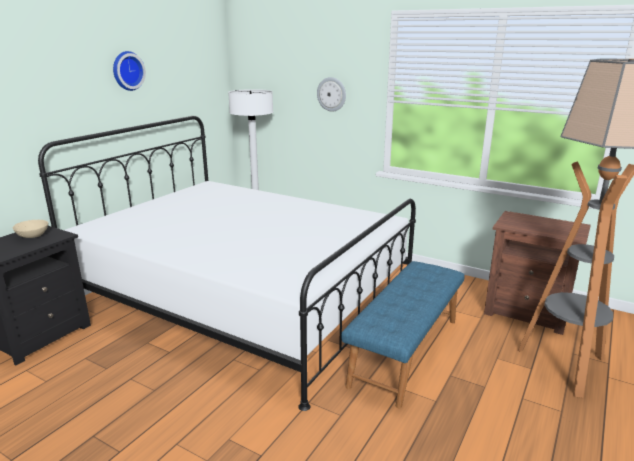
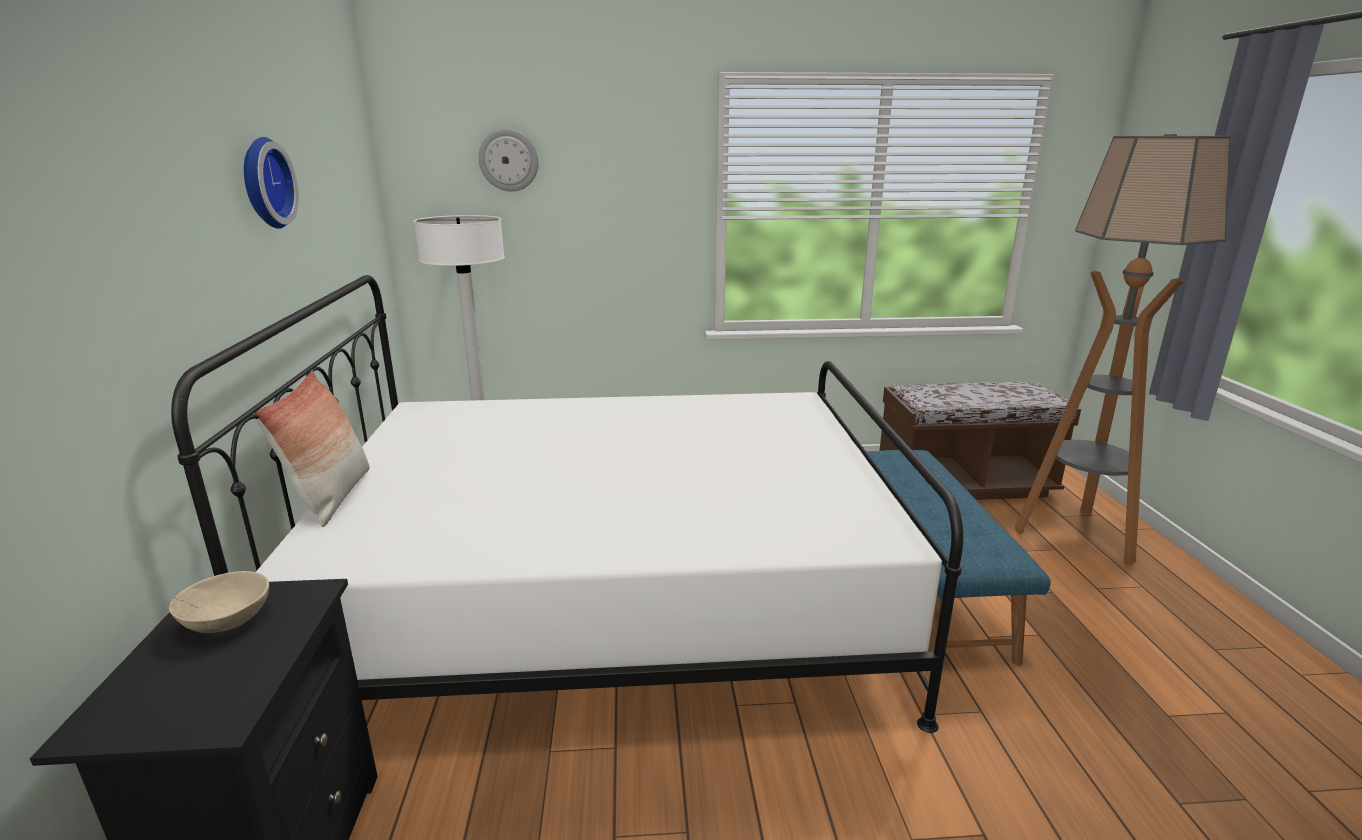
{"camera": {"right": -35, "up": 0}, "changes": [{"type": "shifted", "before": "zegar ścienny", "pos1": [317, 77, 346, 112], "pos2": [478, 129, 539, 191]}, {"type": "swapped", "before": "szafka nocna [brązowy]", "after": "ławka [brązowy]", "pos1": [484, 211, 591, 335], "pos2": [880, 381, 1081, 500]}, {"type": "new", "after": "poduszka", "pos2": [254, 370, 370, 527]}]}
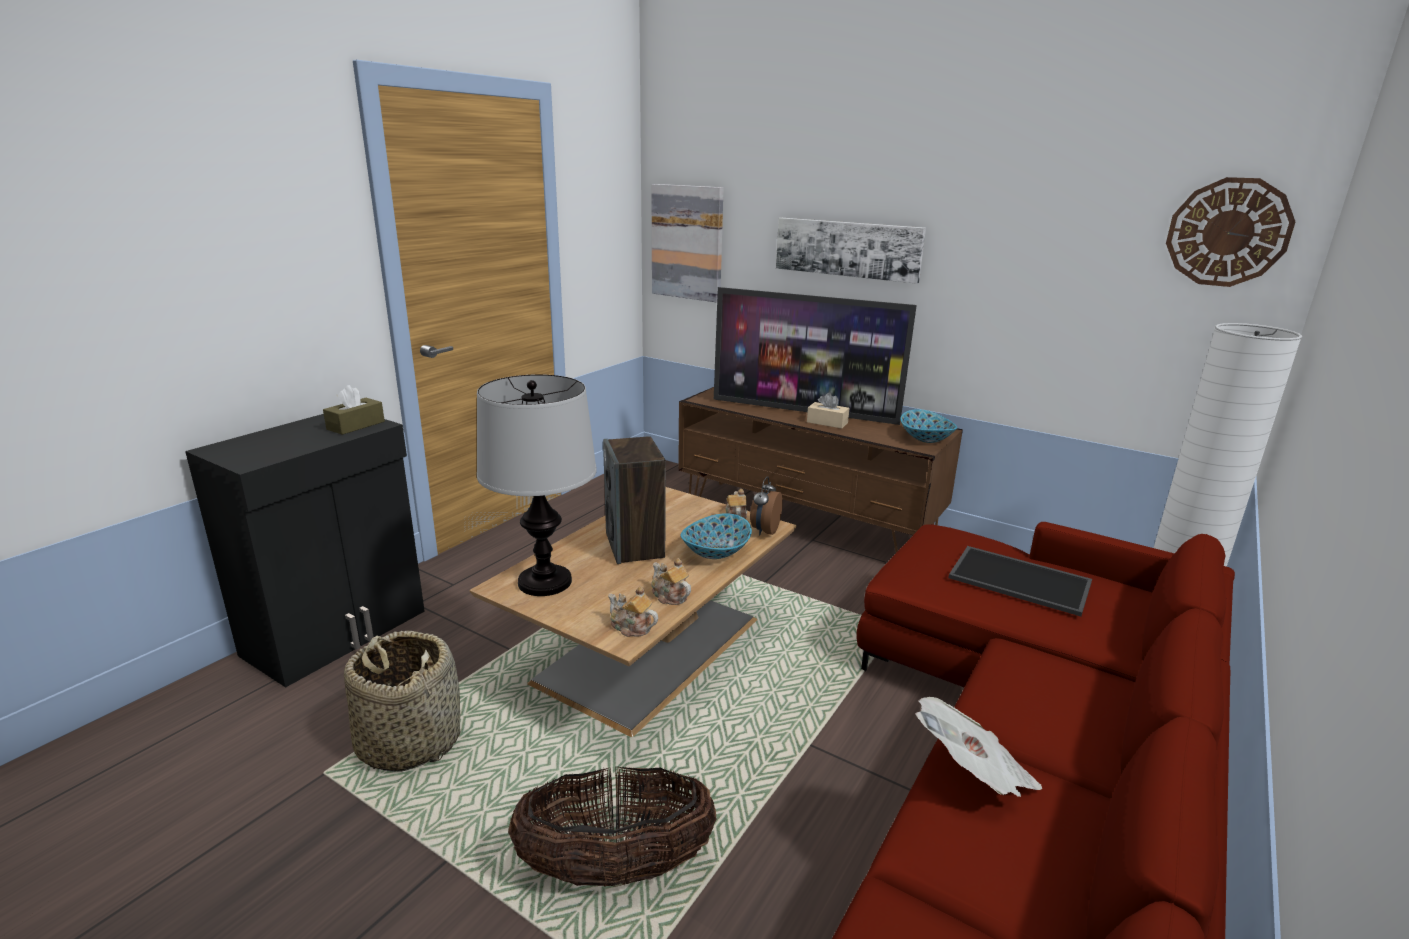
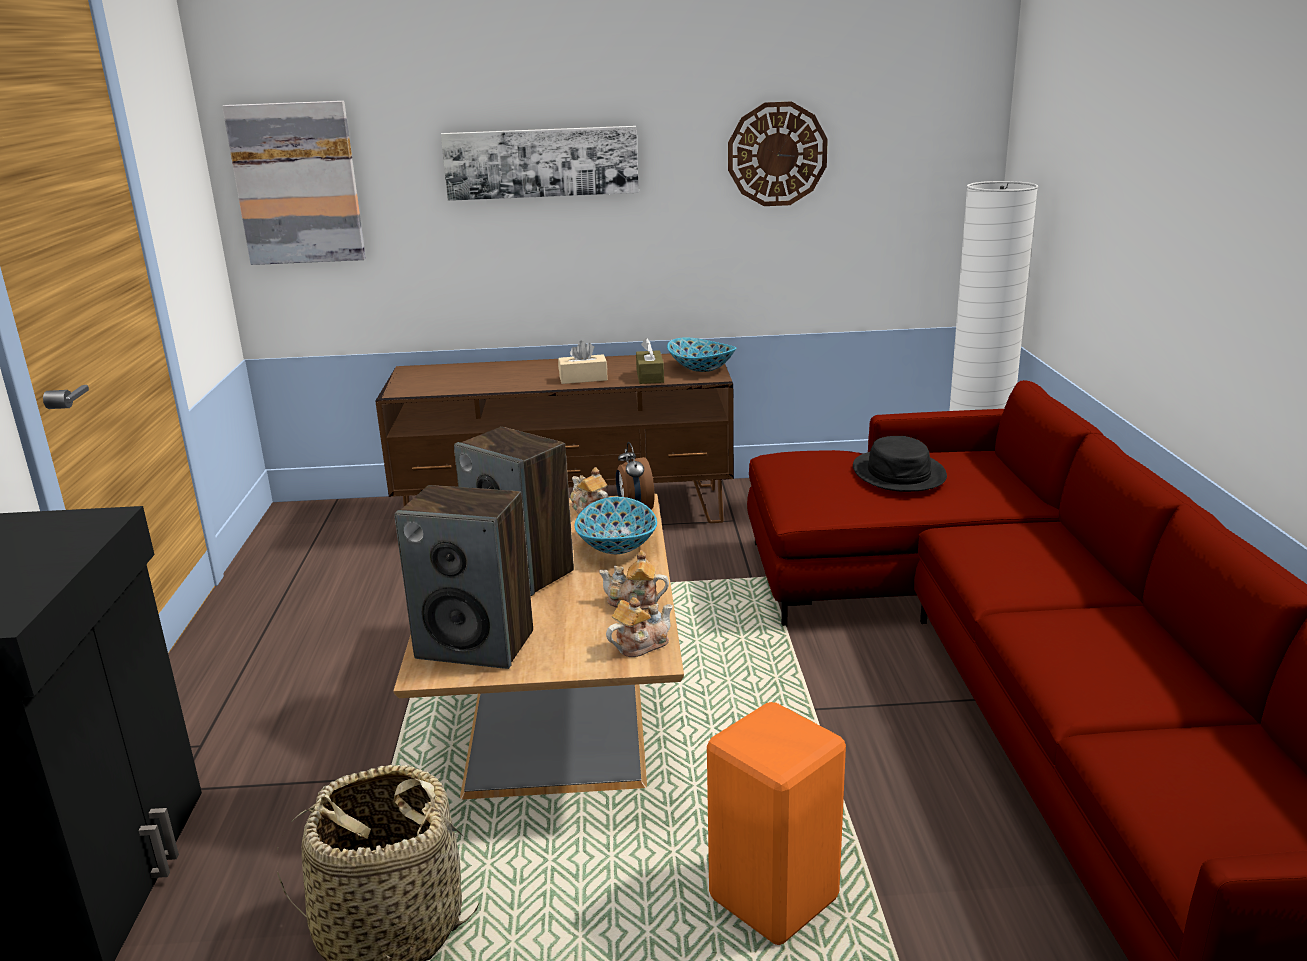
{"camera": {"right": -35, "up": 0}, "changes": [{"type": "shifted", "before": "pudełko chusteczek [brązowy]", "pos1": [323, 385, 385, 435], "pos2": [636, 338, 664, 384]}, {"type": "swapped", "before": "lampa stołowa", "after": "głośnik", "pos1": [477, 374, 597, 596], "pos2": [395, 485, 533, 669]}, {"type": "swapped", "before": "koszyk", "after": "stołek [pomarańczowy]", "pos1": [508, 766, 717, 887], "pos2": [707, 702, 846, 945]}, {"type": "rotated", "before": "imbryk", "pos1": [608, 586, 658, 637], "pos2": [606, 597, 673, 657], "turn": 150}, {"type": "gone", "before": "telewizor", "pos1": [714, 287, 917, 425]}, {"type": "gone", "before": "gazeta", "pos1": [915, 697, 1042, 797]}, {"type": "swapped", "before": "taca", "after": "kapelusz [czarny]", "pos1": [948, 546, 1092, 616], "pos2": [853, 436, 947, 492]}, {"type": "shifted", "before": "zegar ścienny", "pos1": [1166, 177, 1295, 287], "pos2": [728, 101, 828, 206]}]}
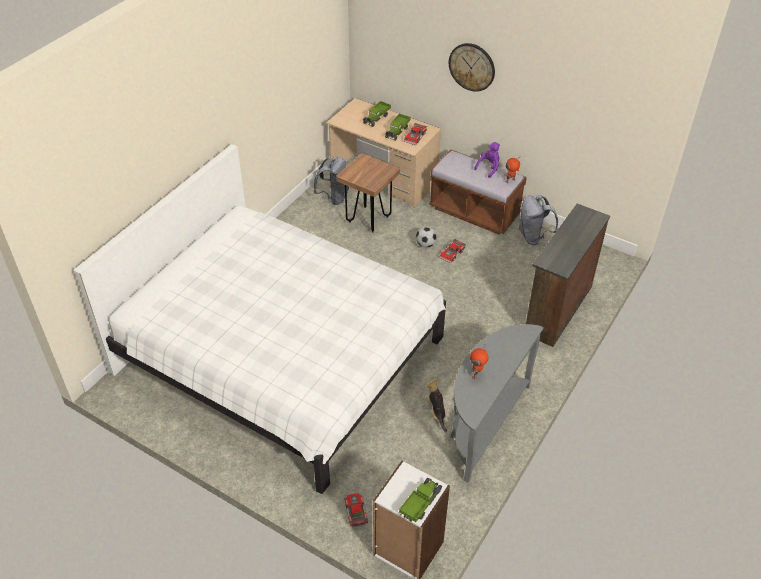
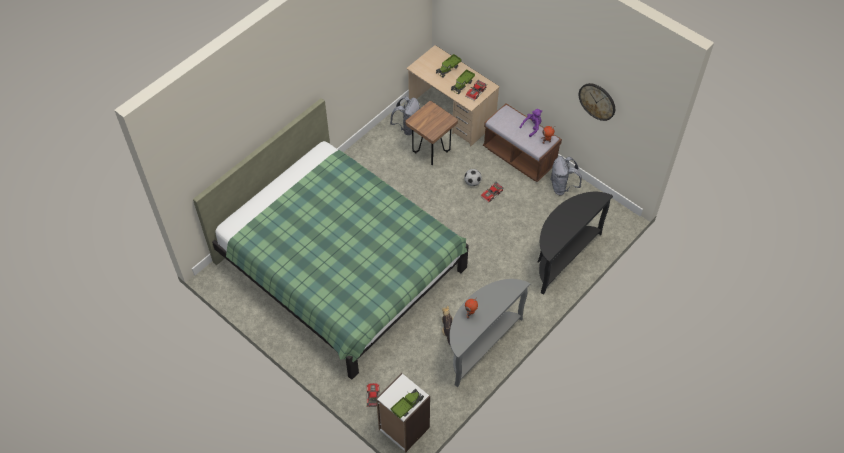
{"camera": {"right": 10, "up": 10}, "changes": [{"type": "repainted", "before": "łóżko [biały]", "after": "łóżko [zielony]", "pos1": [74, 144, 446, 494], "pos2": [193, 98, 469, 380]}, {"type": "shifted", "before": "zegar ścienny", "pos1": [449, 43, 495, 92], "pos2": [579, 83, 615, 121]}, {"type": "swapped", "before": "komoda [brązowy]", "after": "stolik konsolowy [czarny]", "pos1": [526, 204, 610, 347], "pos2": [537, 192, 613, 295]}]}
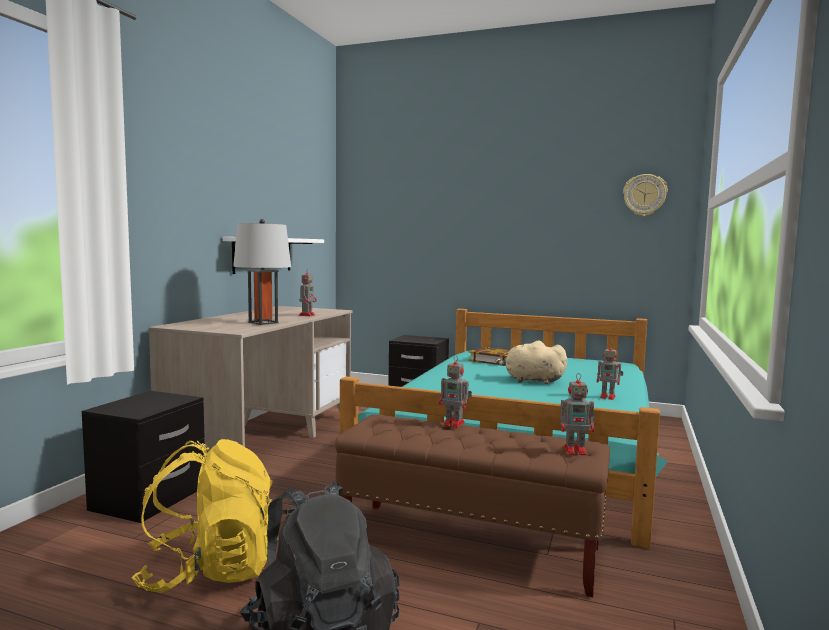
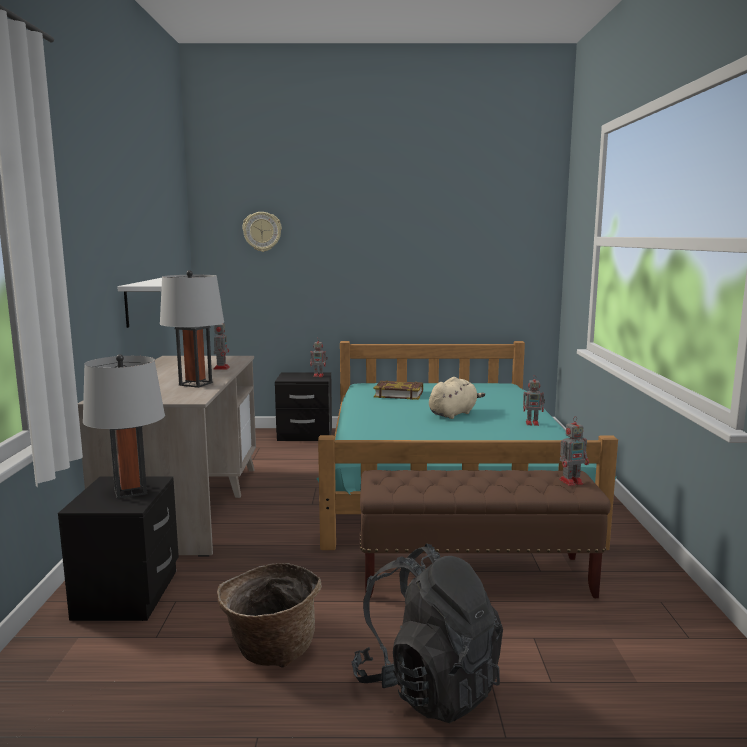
{"camera": {"right": -20, "up": 5}, "changes": [{"type": "swapped", "before": "plecak [żółty]", "after": "koszyk", "pos1": [131, 439, 278, 593], "pos2": [217, 563, 322, 668]}, {"type": "shifted", "before": "robot zabawkowy", "pos1": [439, 355, 472, 428], "pos2": [310, 340, 328, 377]}, {"type": "rotated", "before": "pluszak [beżowy]", "pos1": [496, 340, 567, 384], "pos2": [429, 377, 485, 419], "turn": 135}, {"type": "shifted", "before": "zegar ścienny", "pos1": [623, 174, 668, 216], "pos2": [242, 212, 282, 252]}, {"type": "new", "after": "lampa stołowa [szary]", "pos2": [83, 354, 165, 499]}]}
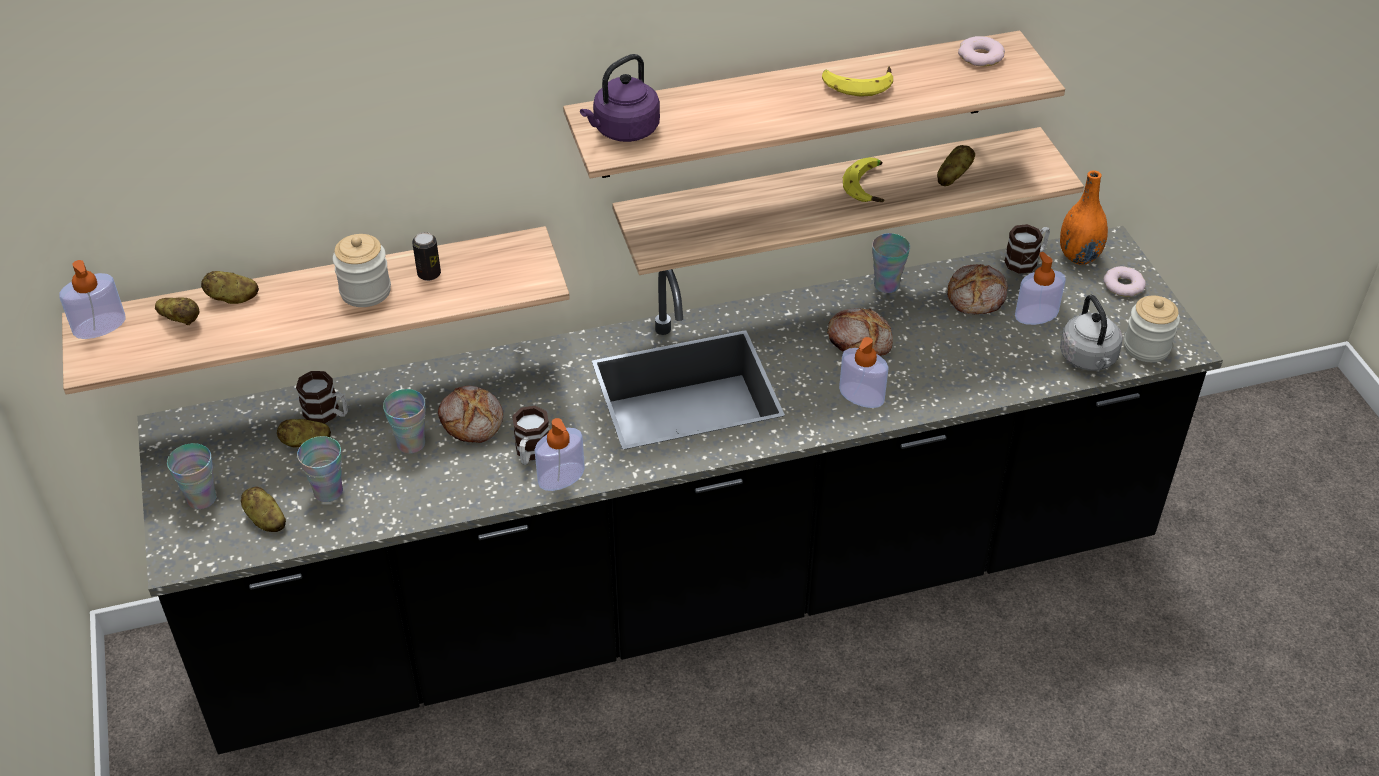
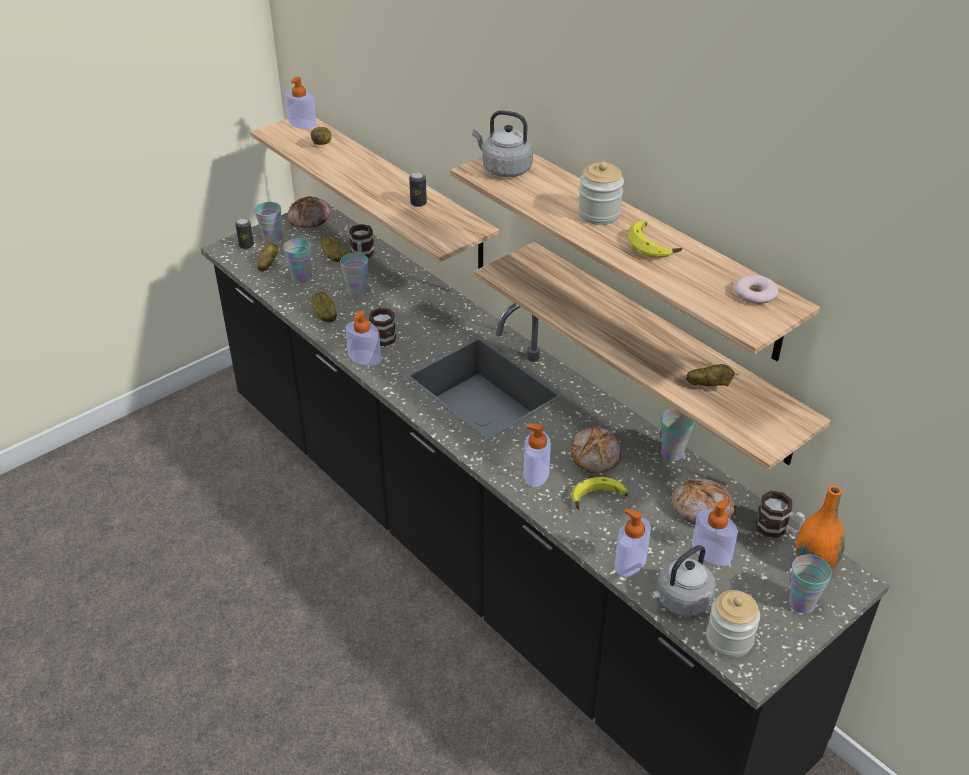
{"camera": {"right": 65, "up": -5}, "changes": [{"type": "shifted", "before": "ziemniak", "pos1": [201, 271, 259, 304], "pos2": [312, 292, 337, 322]}, {"type": "shifted", "before": "słoik", "pos1": [333, 234, 391, 307], "pos2": [578, 162, 624, 225]}, {"type": "shifted", "before": "chleb", "pos1": [438, 386, 503, 443], "pos2": [288, 196, 331, 228]}, {"type": "repainted", "before": "czajnik [fioletowy]", "after": "czajnik [szary]", "pos1": [580, 54, 660, 142], "pos2": [472, 110, 533, 177]}, {"type": "shifted", "before": "banan", "pos1": [843, 157, 884, 202], "pos2": [571, 477, 628, 510]}, {"type": "swapped", "before": "donut", "after": "filiżanka", "pos1": [1104, 266, 1146, 297], "pos2": [789, 555, 832, 614]}, {"type": "new", "after": "puszka", "pos2": [235, 218, 254, 249]}, {"type": "new", "after": "dozownik mydła", "pos2": [614, 508, 651, 577]}]}
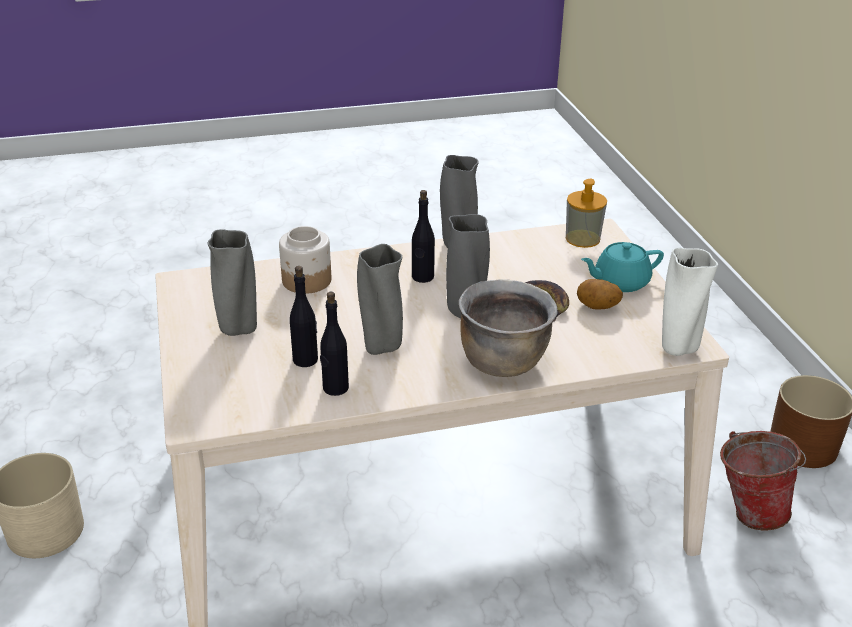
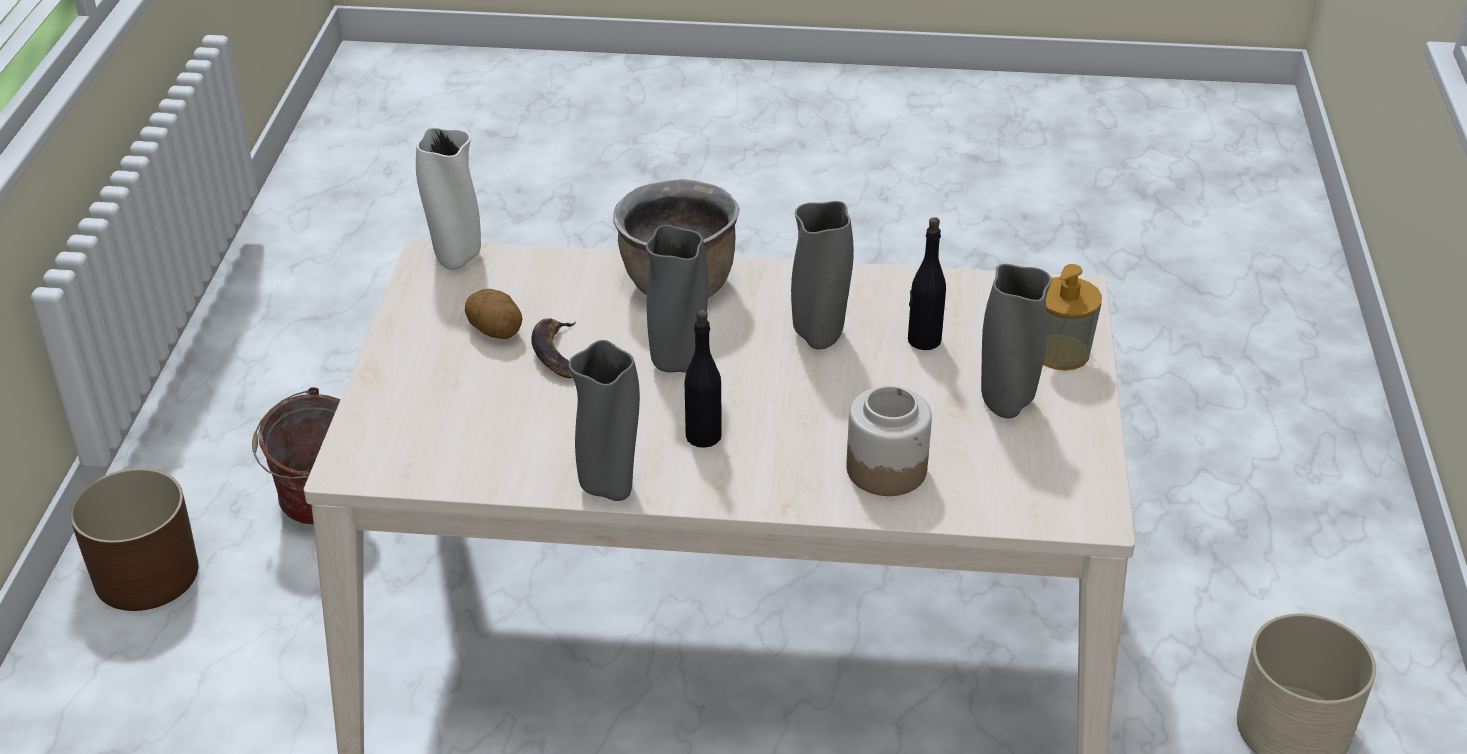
{"camera": {"right": -160, "up": 5}, "changes": [{"type": "gone", "before": "butelka [czarny]", "pos1": [320, 292, 349, 396]}, {"type": "shifted", "before": "dozownik mydła", "pos1": [566, 179, 607, 248], "pos2": [1043, 264, 1102, 371]}, {"type": "gone", "before": "imbryk [turkusowy]", "pos1": [581, 242, 664, 292]}]}
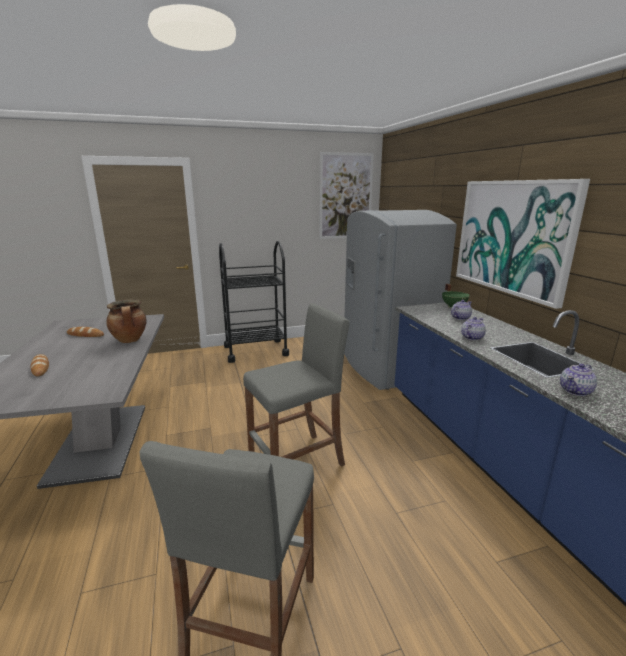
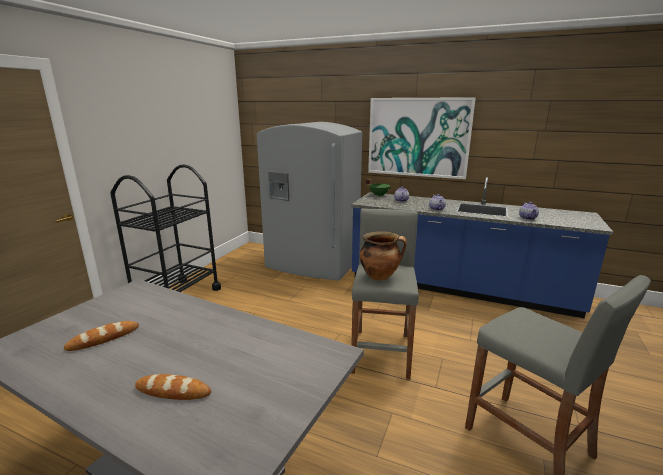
{"camera": {"right": -50, "up": 0}, "changes": [{"type": "shifted", "before": "garnek", "pos1": [106, 299, 147, 343], "pos2": [360, 231, 407, 281]}, {"type": "gone", "before": "obraz", "pos1": [319, 152, 374, 239]}]}
